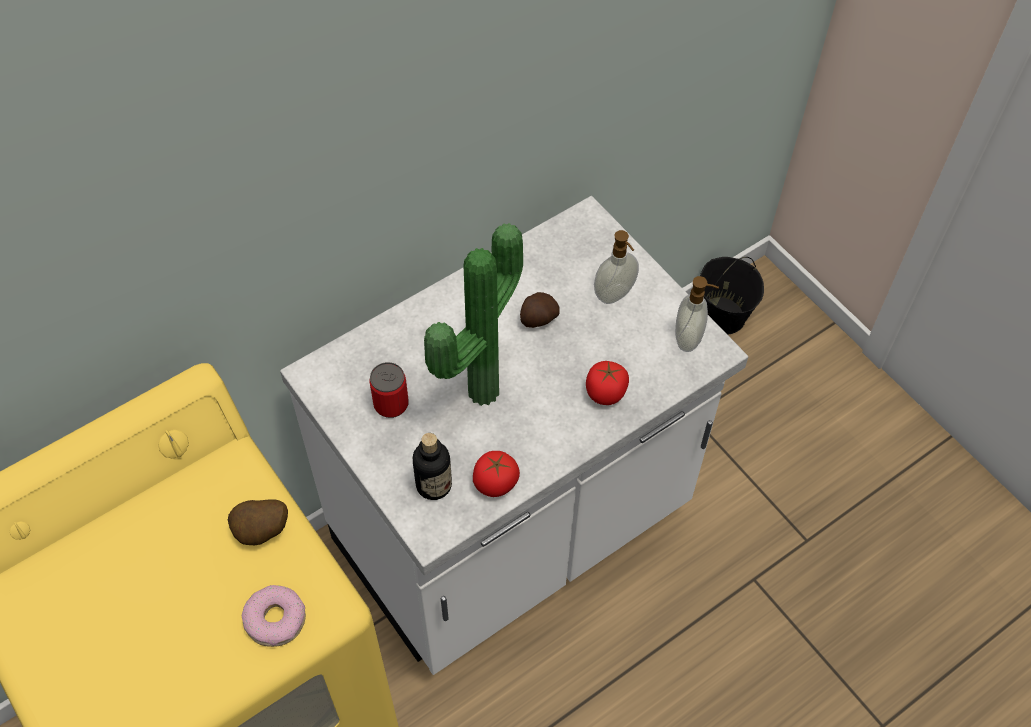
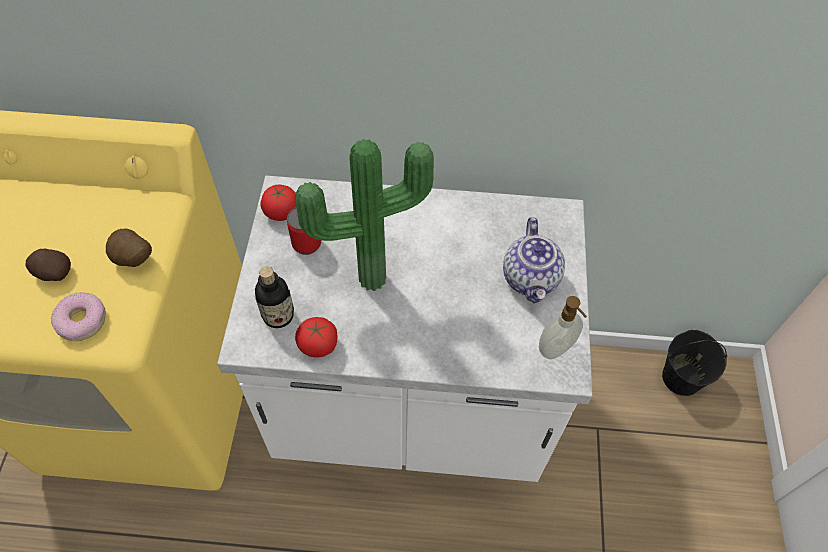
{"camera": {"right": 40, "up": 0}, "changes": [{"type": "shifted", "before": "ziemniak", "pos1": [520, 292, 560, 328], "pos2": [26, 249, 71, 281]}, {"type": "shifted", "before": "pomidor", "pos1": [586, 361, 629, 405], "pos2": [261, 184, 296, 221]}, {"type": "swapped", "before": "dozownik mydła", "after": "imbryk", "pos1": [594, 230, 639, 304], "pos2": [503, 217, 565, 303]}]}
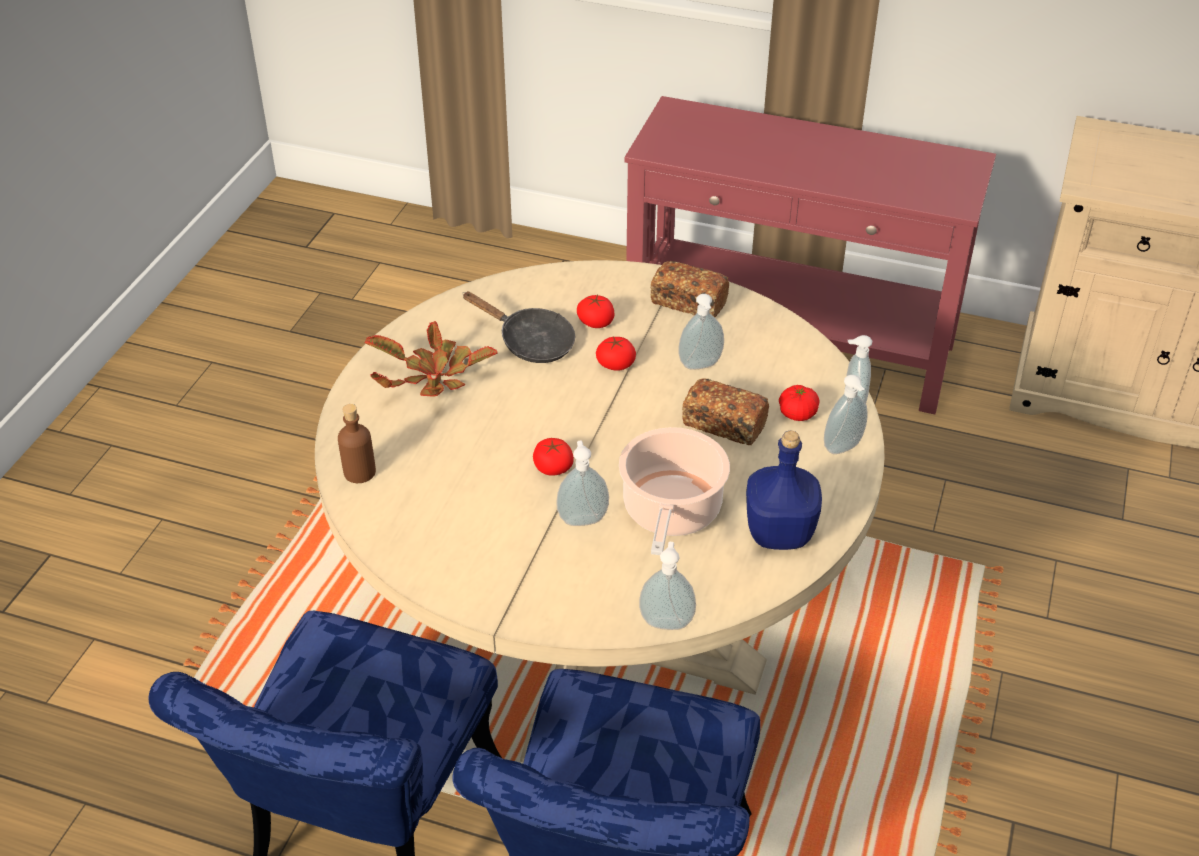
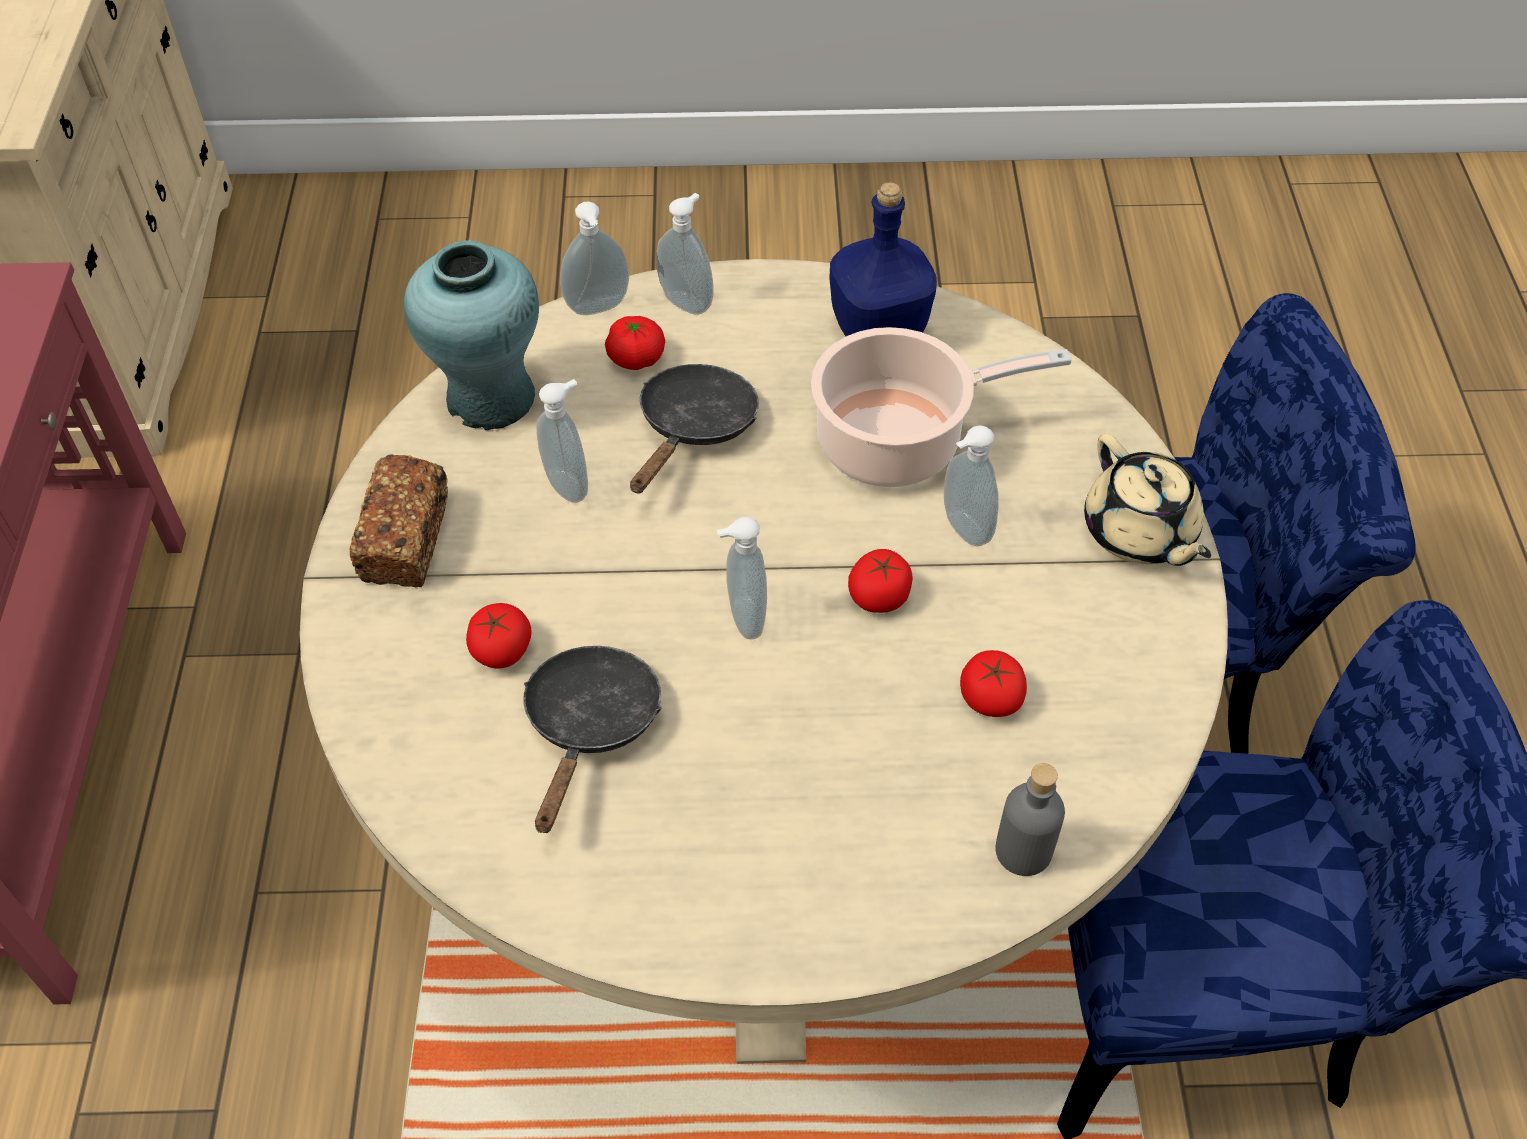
{"camera": {"right": -110, "up": 10}, "changes": [{"type": "repainted", "before": "butelka [brązowy]", "after": "butelka [szary]", "pos1": [338, 404, 376, 483], "pos2": [995, 763, 1065, 876]}, {"type": "gone", "before": "roślina doniczkowa", "pos1": [365, 321, 498, 397]}, {"type": "shifted", "before": "pomidor", "pos1": [596, 336, 636, 371], "pos2": [960, 650, 1027, 717]}, {"type": "shifted", "before": "dozownik mydła", "pos1": [639, 542, 696, 630], "pos2": [717, 517, 767, 639]}, {"type": "swapped", "before": "chleb", "after": "patelnia [czarny]", "pos1": [682, 378, 769, 445], "pos2": [630, 364, 759, 494]}, {"type": "new", "after": "wazon [turkusowy]", "pos2": [404, 240, 539, 430]}, {"type": "new", "after": "imbryk [beżowy]", "pos2": [1084, 433, 1211, 566]}]}
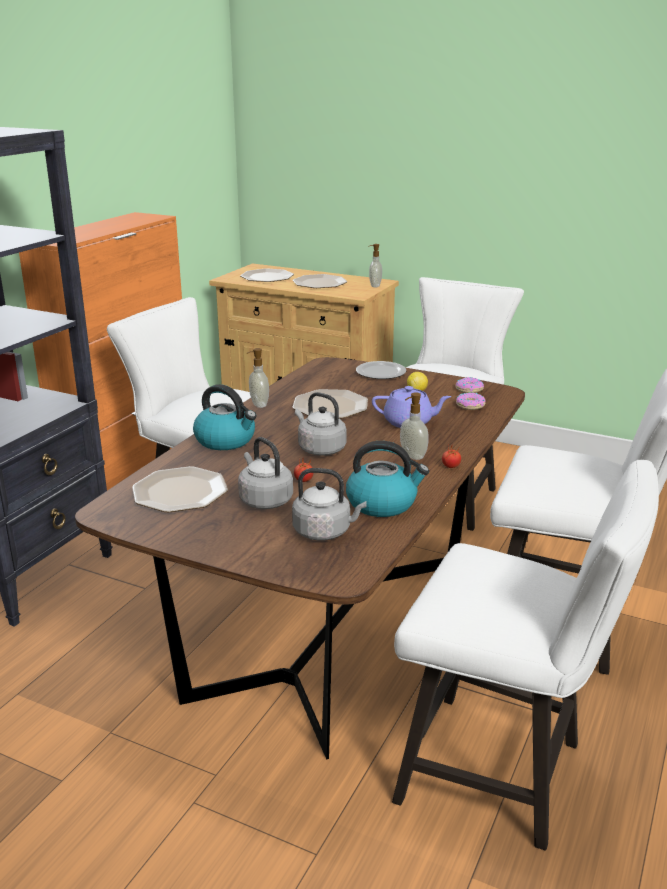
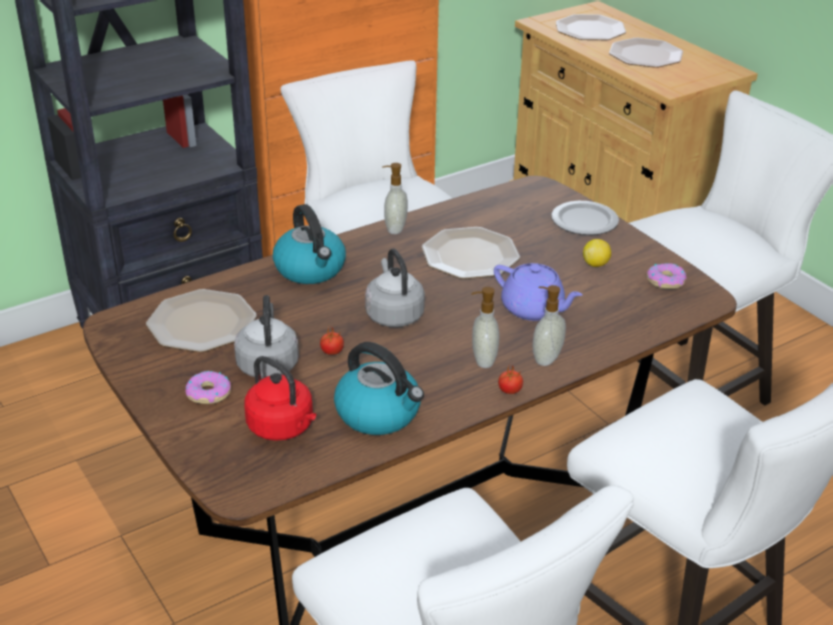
{"camera": {"right": 30, "up": 10}, "changes": [{"type": "repainted", "before": "czajnik [szary]", "after": "czajnik [czerwony]", "pos1": [292, 468, 366, 541], "pos2": [244, 356, 316, 441]}, {"type": "shifted", "before": "dozownik mydła", "pos1": [368, 244, 382, 288], "pos2": [533, 285, 566, 366]}, {"type": "shifted", "before": "donut", "pos1": [456, 393, 486, 410], "pos2": [186, 371, 231, 404]}]}
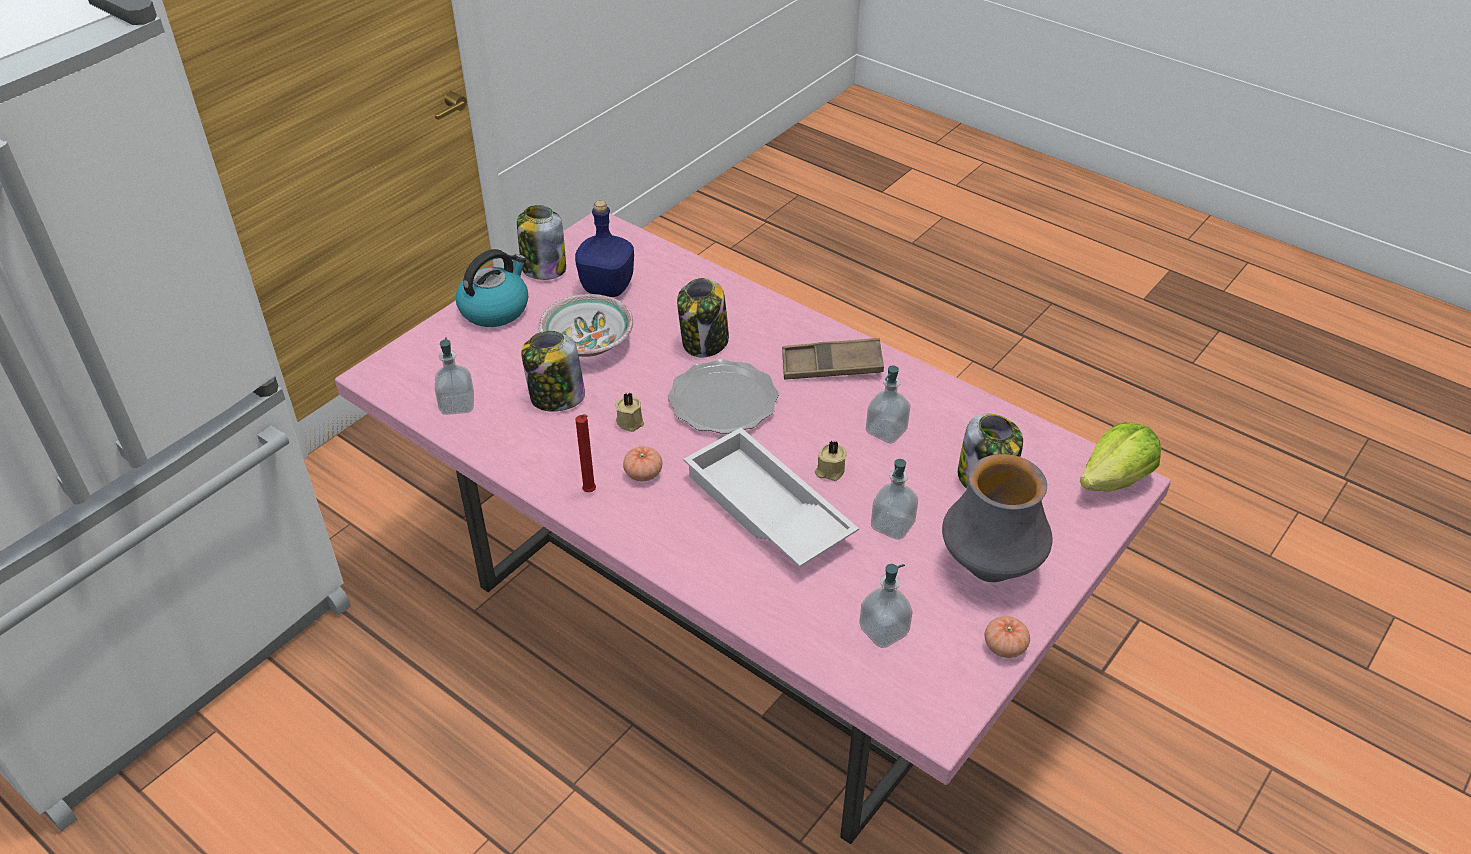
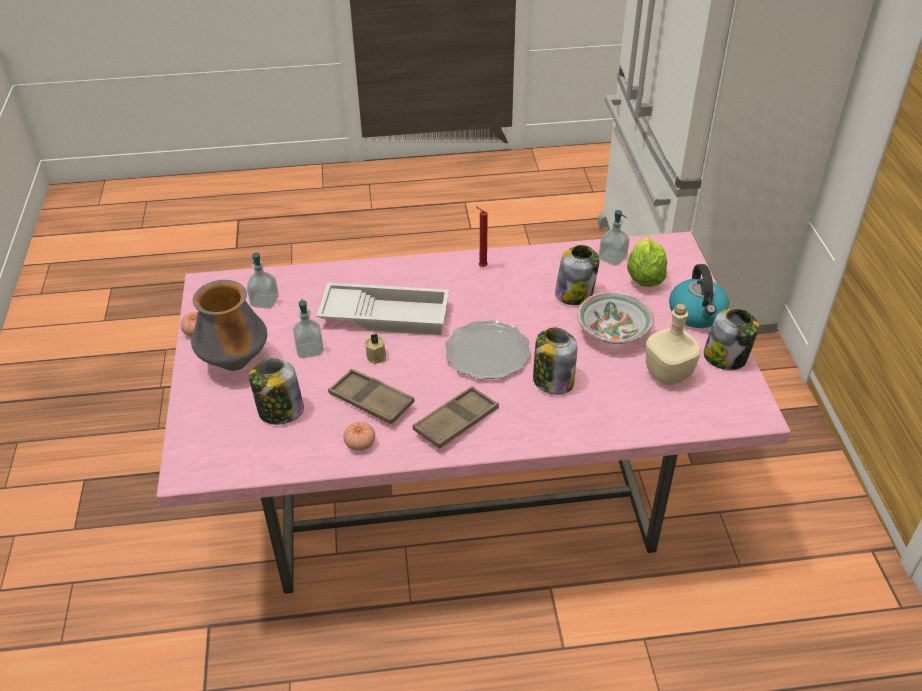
{"camera": {"right": 135, "up": 0}, "changes": [{"type": "repainted", "before": "butelka [niebieski]", "after": "butelka [beżowy]", "pos1": [575, 200, 634, 297], "pos2": [646, 304, 701, 385]}, {"type": "gone", "before": "świeca [beżowy]", "pos1": [615, 392, 644, 432]}, {"type": "shifted", "before": "pomidor", "pos1": [623, 446, 662, 481], "pos2": [343, 422, 375, 451]}, {"type": "swapped", "before": "dozownik mydła", "after": "taca [brązowy]", "pos1": [866, 365, 910, 444], "pos2": [328, 369, 415, 424]}, {"type": "shifted", "before": "sałata", "pos1": [1080, 422, 1161, 492], "pos2": [627, 237, 667, 287]}]}
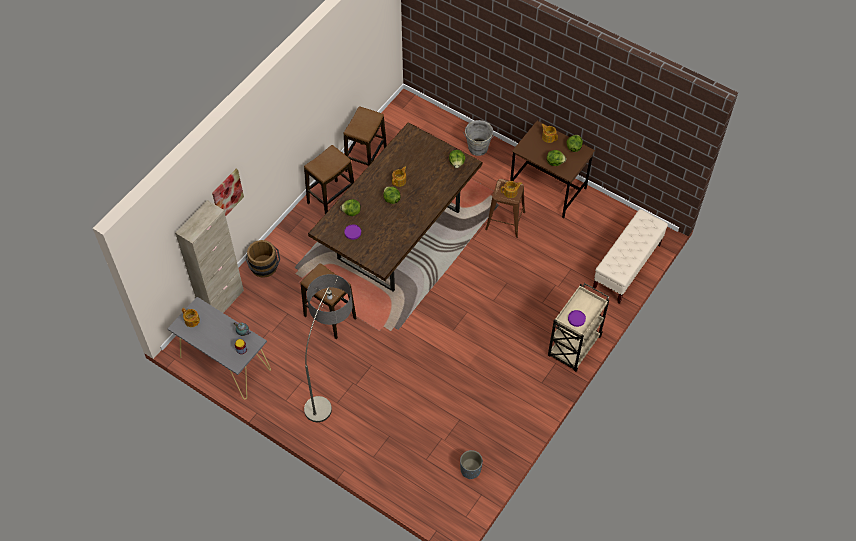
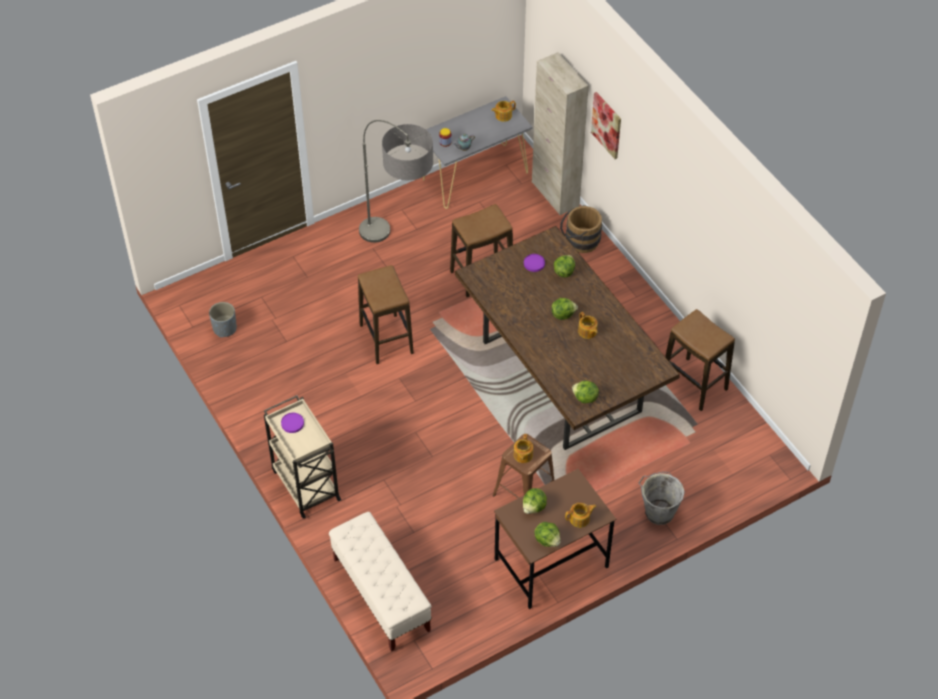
{"camera": {"right": 115, "up": -5}, "changes": [{"type": "shifted", "before": "stołek", "pos1": [304, 145, 354, 214], "pos2": [358, 265, 414, 364]}]}
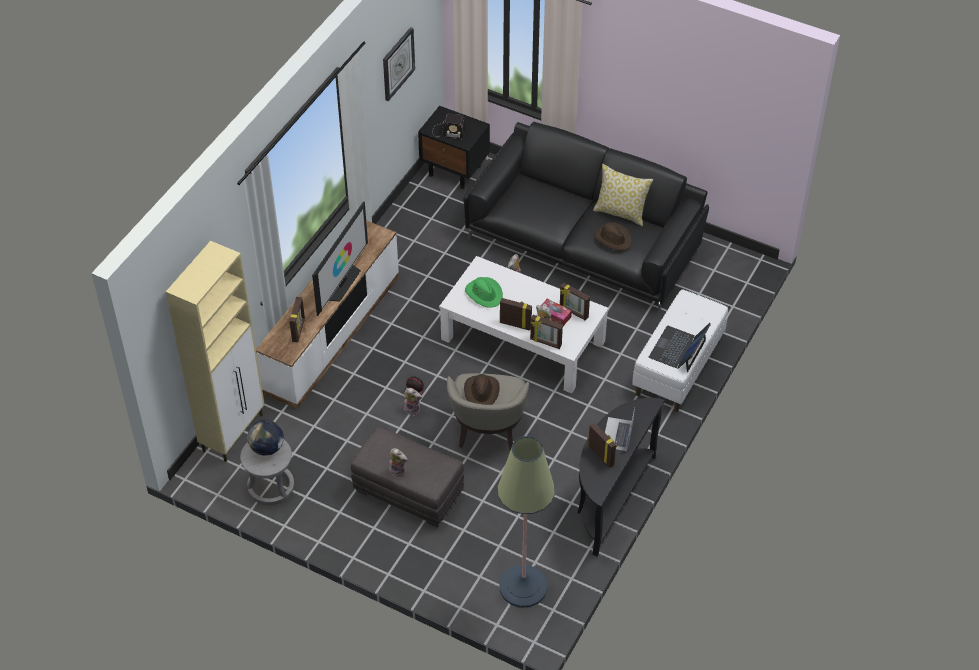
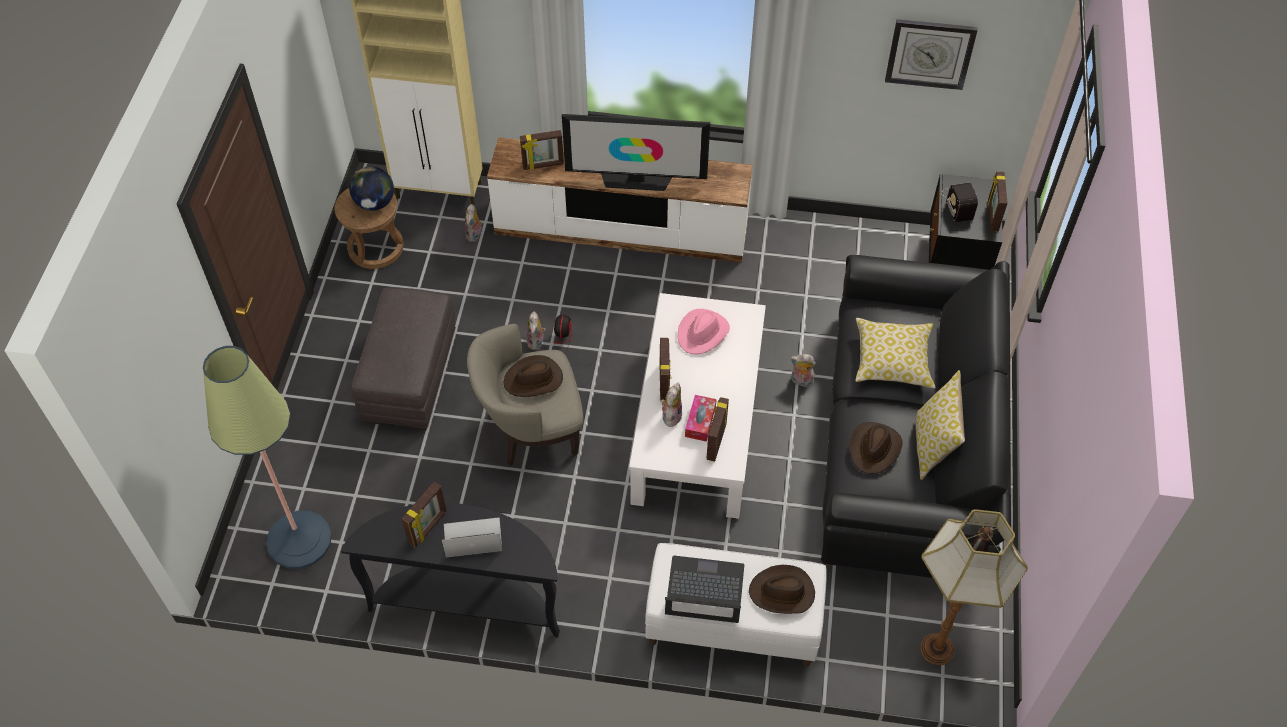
{"camera": {"right": 70, "up": 5}, "changes": [{"type": "repainted", "before": "stołek [szary]", "after": "stołek [brązowy]", "pos1": [240, 440, 294, 505], "pos2": [334, 188, 404, 269]}, {"type": "shifted", "before": "pluszak", "pos1": [389, 448, 408, 478], "pos2": [465, 204, 483, 242]}, {"type": "repainted", "before": "kapelusz [zielony]", "after": "kapelusz [różowy]", "pos1": [465, 277, 503, 308], "pos2": [678, 309, 730, 354]}, {"type": "shifted", "before": "ramka na zdjęcie", "pos1": [530, 315, 563, 349], "pos2": [988, 171, 1008, 231]}, {"type": "new", "after": "kapelusz [brązowy]", "pos2": [749, 565, 815, 614]}, {"type": "new", "after": "poduszka", "pos2": [855, 318, 936, 389]}, {"type": "new", "after": "lampa stojąca", "pos2": [920, 509, 1028, 665]}]}
